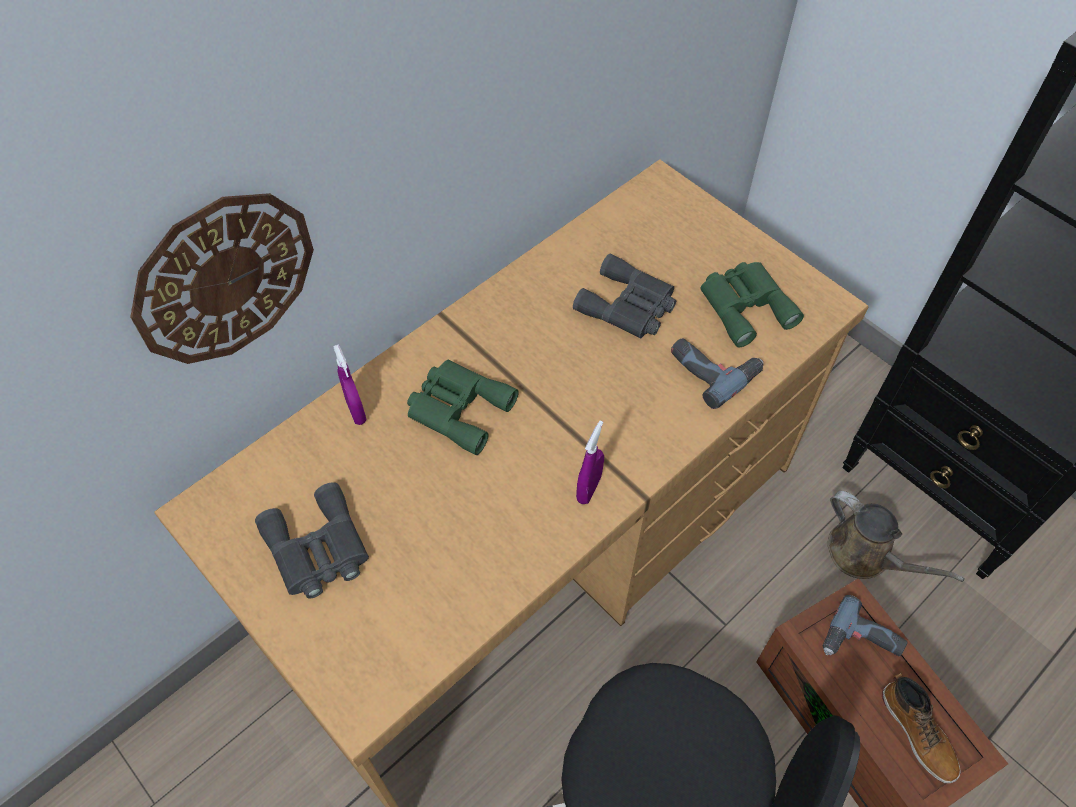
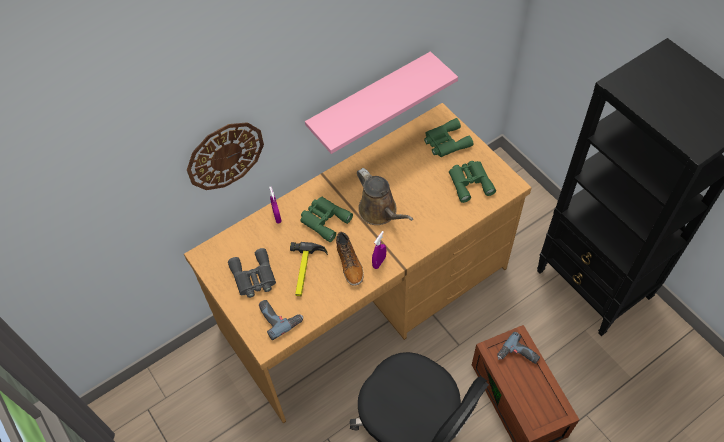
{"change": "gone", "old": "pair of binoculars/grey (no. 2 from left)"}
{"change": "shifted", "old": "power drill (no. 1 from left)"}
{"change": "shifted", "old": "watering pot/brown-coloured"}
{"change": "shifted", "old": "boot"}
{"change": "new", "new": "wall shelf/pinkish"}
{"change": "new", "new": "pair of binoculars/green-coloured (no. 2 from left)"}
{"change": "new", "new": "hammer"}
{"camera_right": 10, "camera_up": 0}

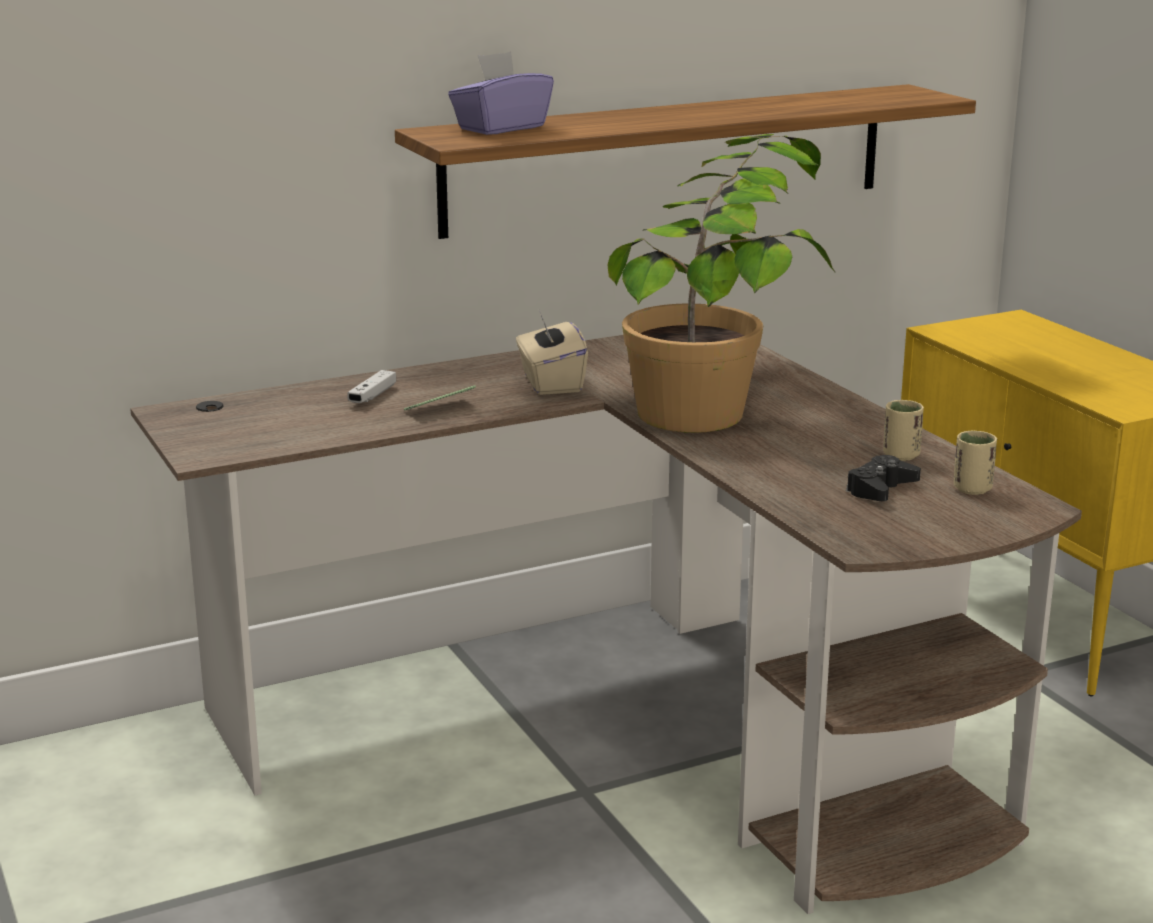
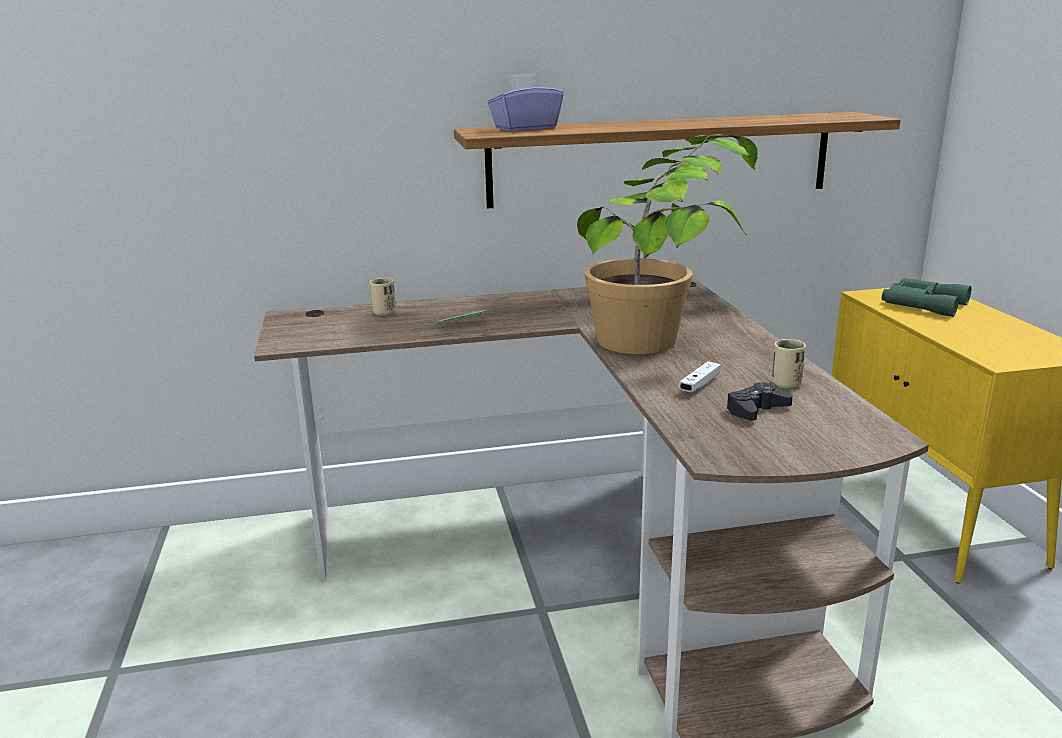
{"change": "gone", "old": "box of tissues/beige"}
{"change": "shifted", "old": "game controller/white"}
{"change": "shifted", "old": "small cup/beige (no. 2 from left in the first image)", "new": "small cup/beige (no. 1 from left)"}
{"change": "new", "new": "pair of binoculars/green-coloured"}
{"camera_right": 15, "camera_up": 0}

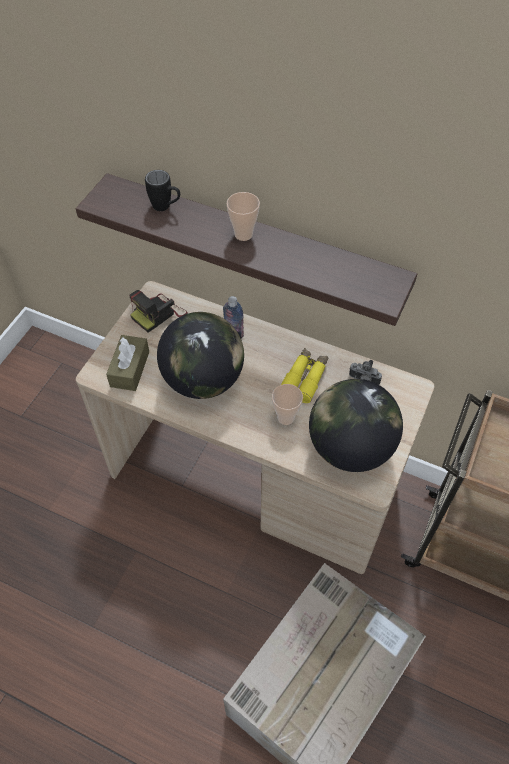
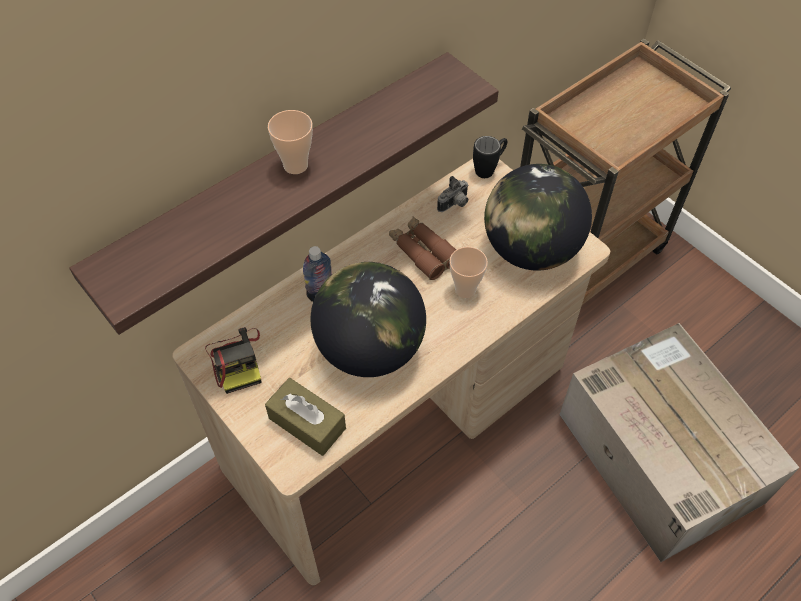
{"change": "shifted", "old": "coffee mug/blackish"}
{"change": "repainted", "old": "pair of binoculars/yellowish", "new": "pair of binoculars/brown-coloured"}
{"camera_right": -65, "camera_up": 0}

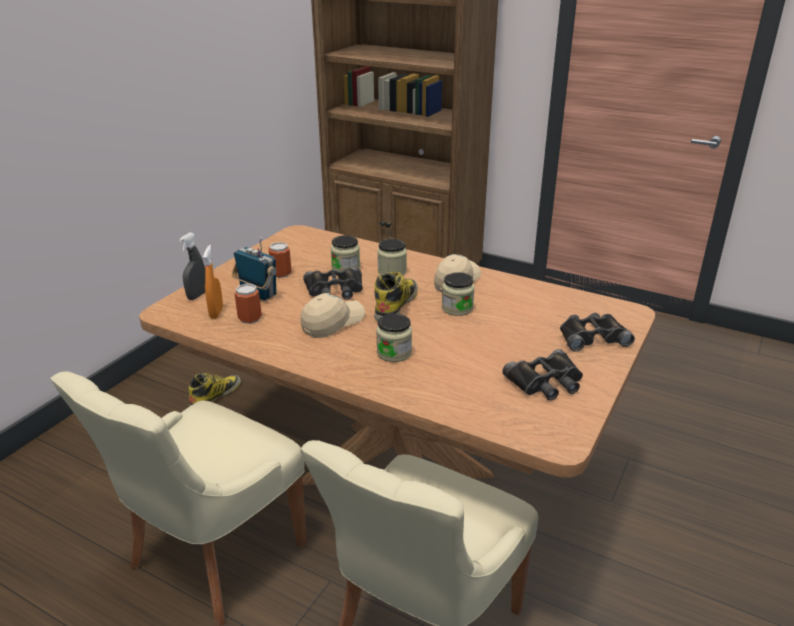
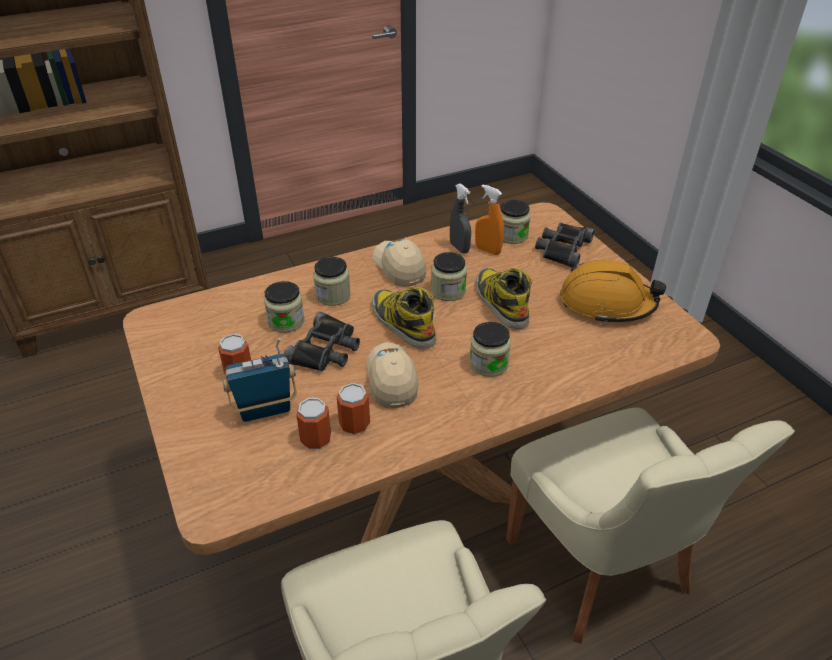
{"change": "shifted", "old": "sprayer/grey"}
{"change": "shifted", "old": "sprayer/orangey"}
{"change": "swapped", "old": "pair of binoculars/blackish (no. 2 from left)", "new": "work helmet/orangey"}
{"change": "shifted", "old": "boot (no. 1 from left in the first image)", "new": "boot (no. 2 from left)"}
{"change": "new", "new": "preserve jar (no. 5 from left)"}
{"change": "new", "new": "metal can (no. 3 from left)"}
{"camera_right": -55, "camera_up": 10}

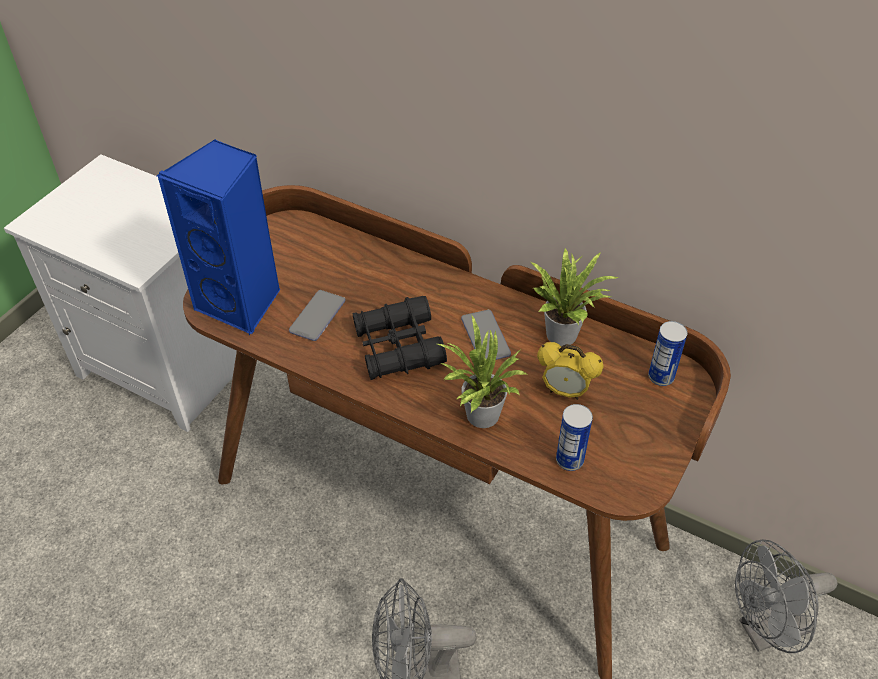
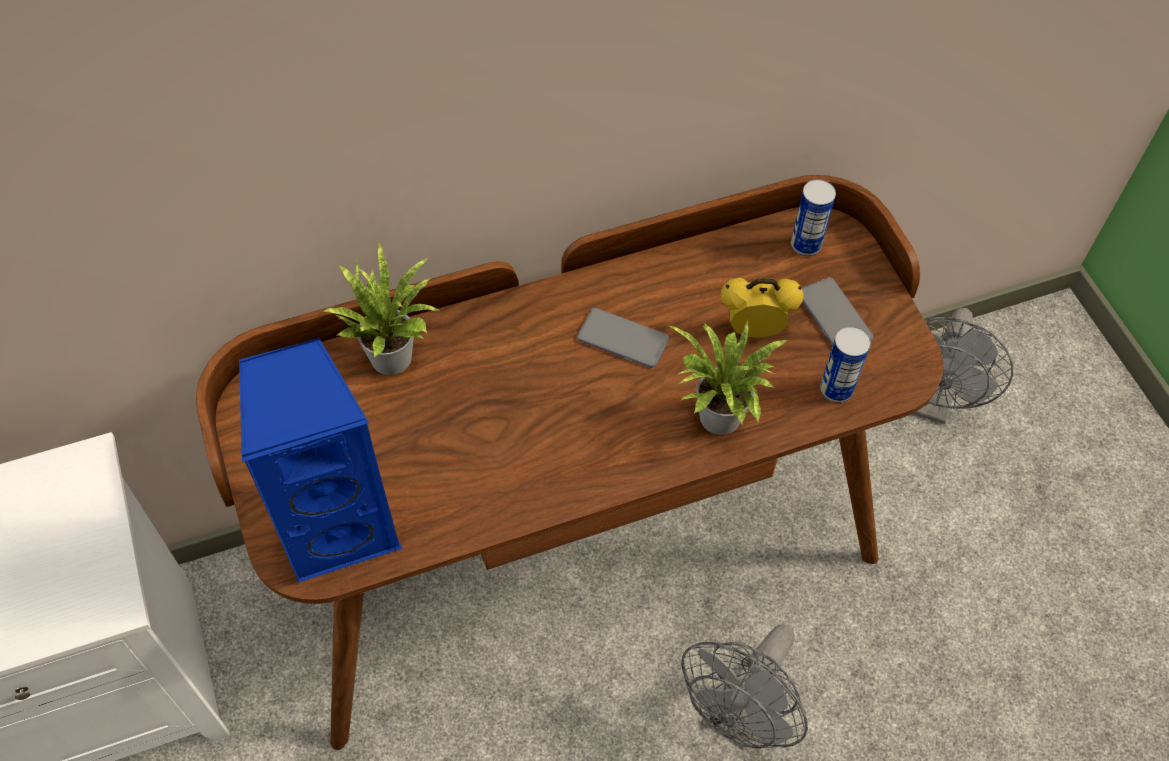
{"change": "shifted", "old": "houseplant (no. 2 from left in the first image)", "new": "houseplant (no. 1 from left)"}
{"change": "shifted", "old": "telephone (no. 1 from left in the first image)", "new": "telephone (no. 2 from left)"}
{"change": "gone", "old": "pair of binoculars/blackish"}
{"change": "rotated", "old": "table clock", "degrees": -150}
{"camera_right": -50, "camera_up": 10}

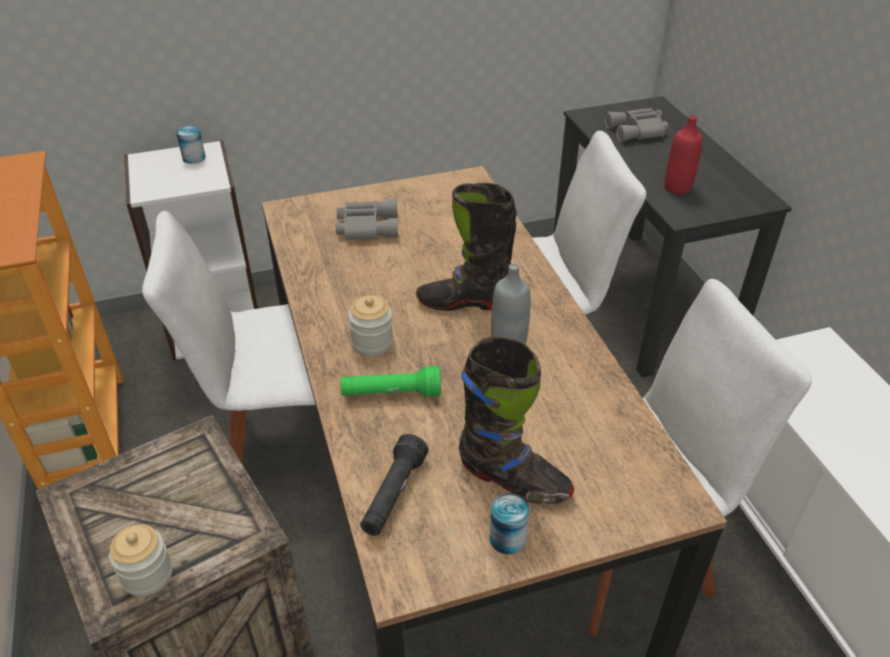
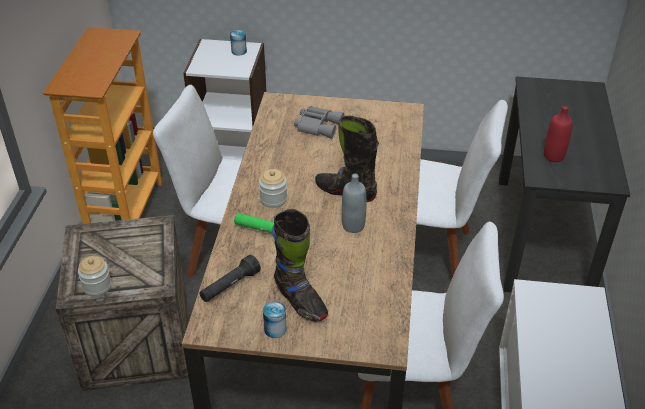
{"change": "gone", "old": "pair of binoculars/grey (no. 2 from left)"}
{"camera_right": 25, "camera_up": 0}

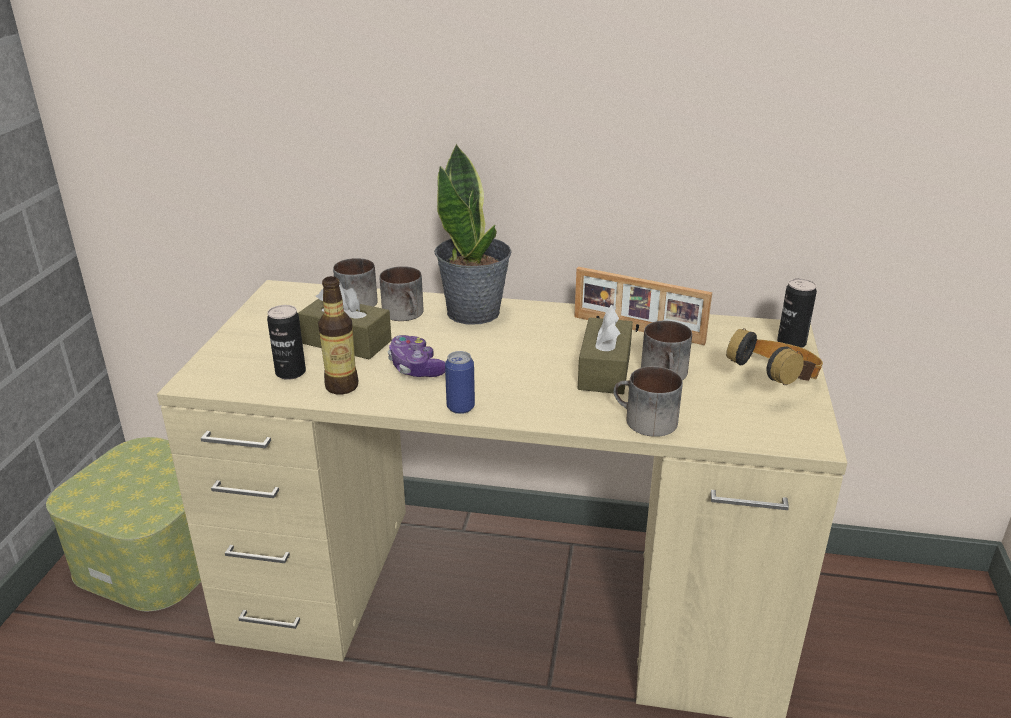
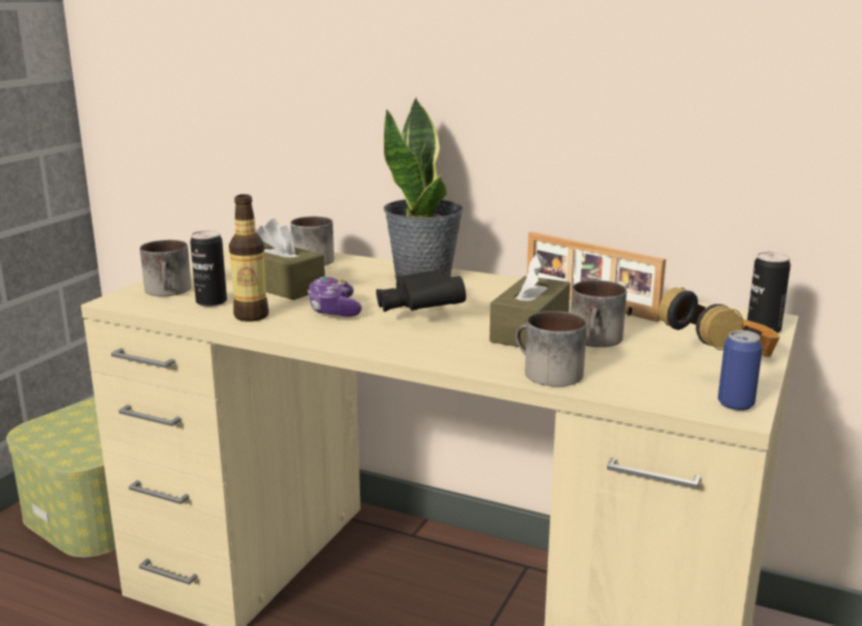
{"change": "shifted", "old": "coffee mug (no. 2 from left in the first image)", "new": "coffee mug (no. 1 from left)"}
{"change": "shifted", "old": "metal can (no. 2 from left)"}
{"change": "new", "new": "pair of binoculars/blackish"}
{"camera_right": 15, "camera_up": -10}

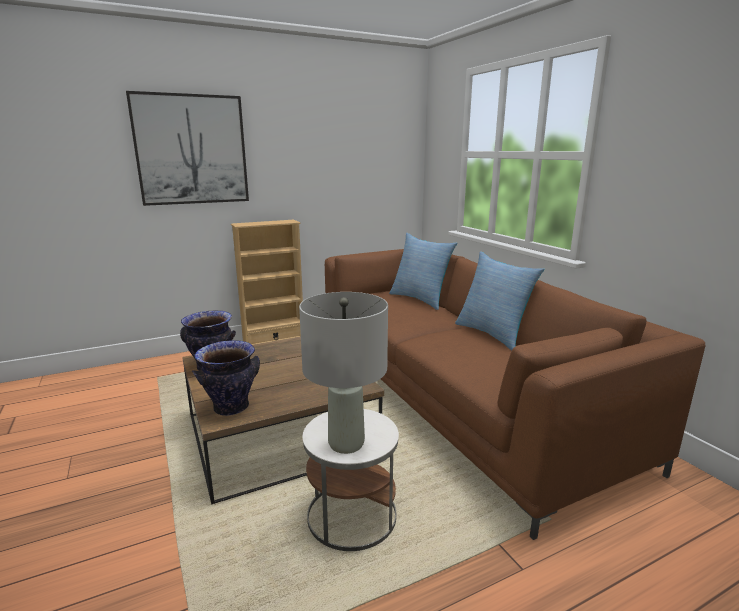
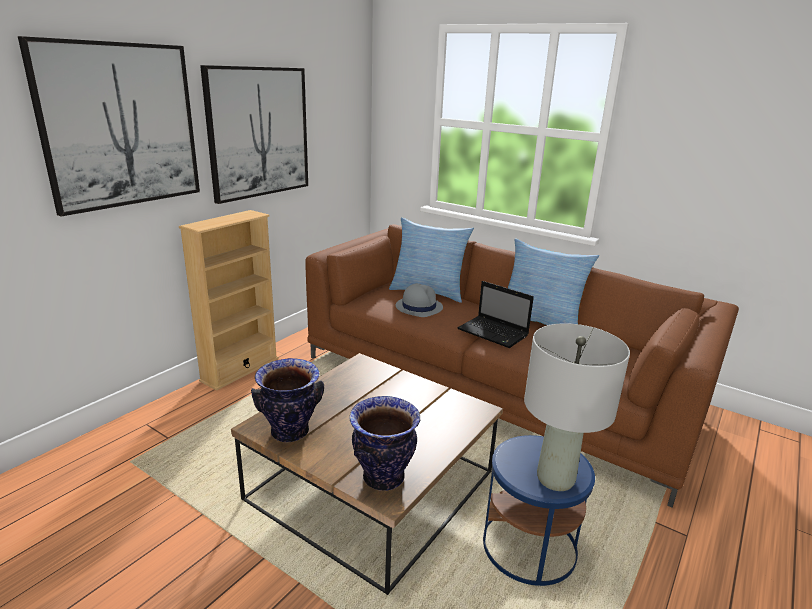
{"change": "repainted", "old": "end table/white", "new": "end table/blue"}
{"change": "new", "new": "wall picture (no. 2 from left)"}
{"change": "new", "new": "laptop"}
{"change": "new", "new": "clothing hat/grey"}
{"camera_right": -30, "camera_up": 5}

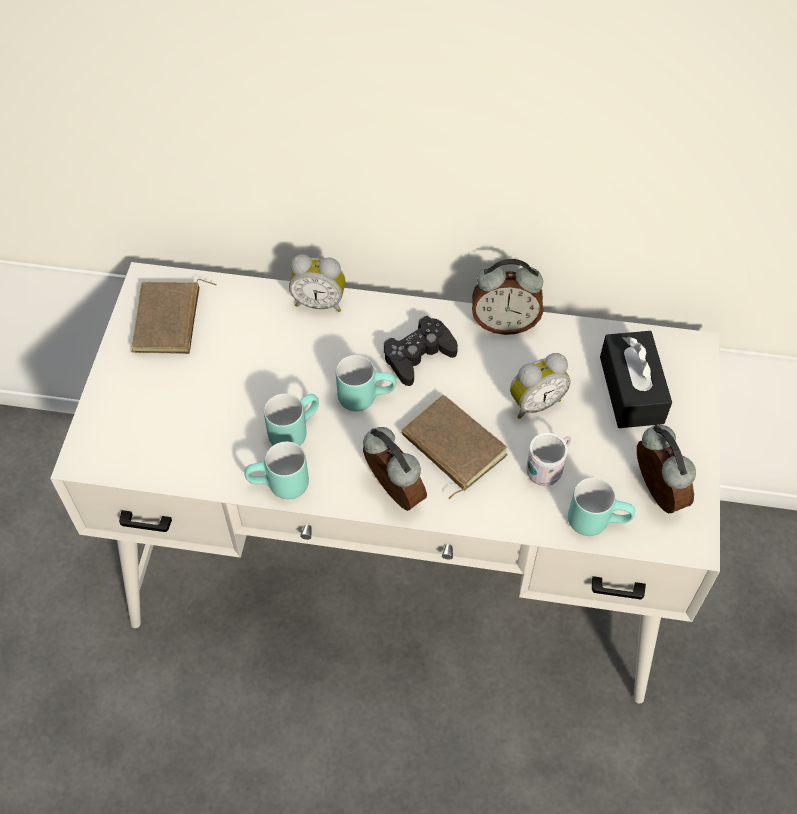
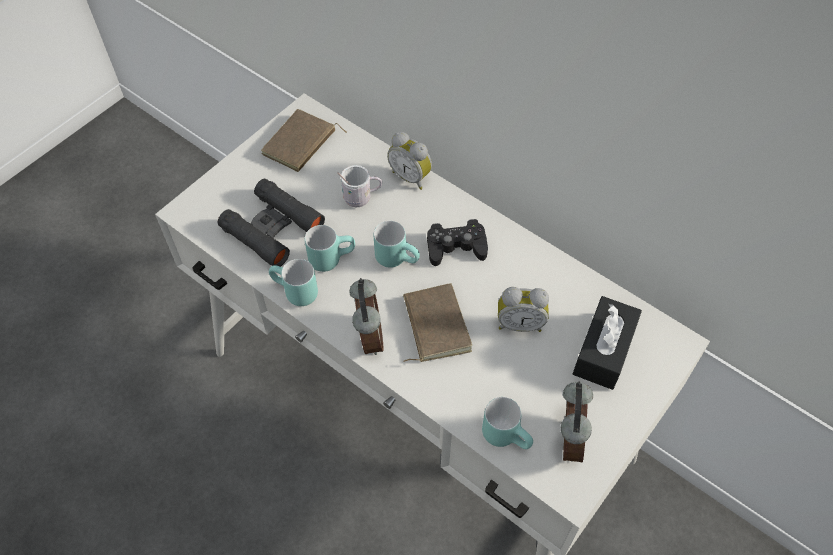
{"change": "gone", "old": "table clock (no. 3 from left)"}
{"change": "shifted", "old": "coffee mug/white"}
{"change": "new", "new": "pair of binoculars/blackish"}
{"camera_right": 30, "camera_up": 0}

